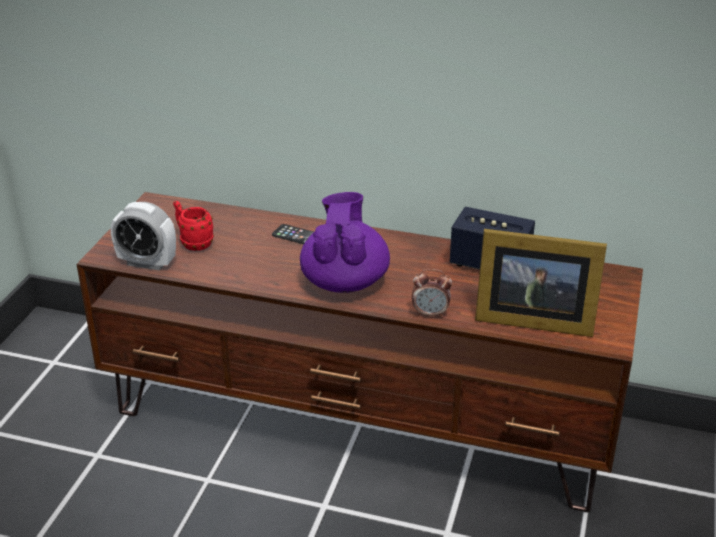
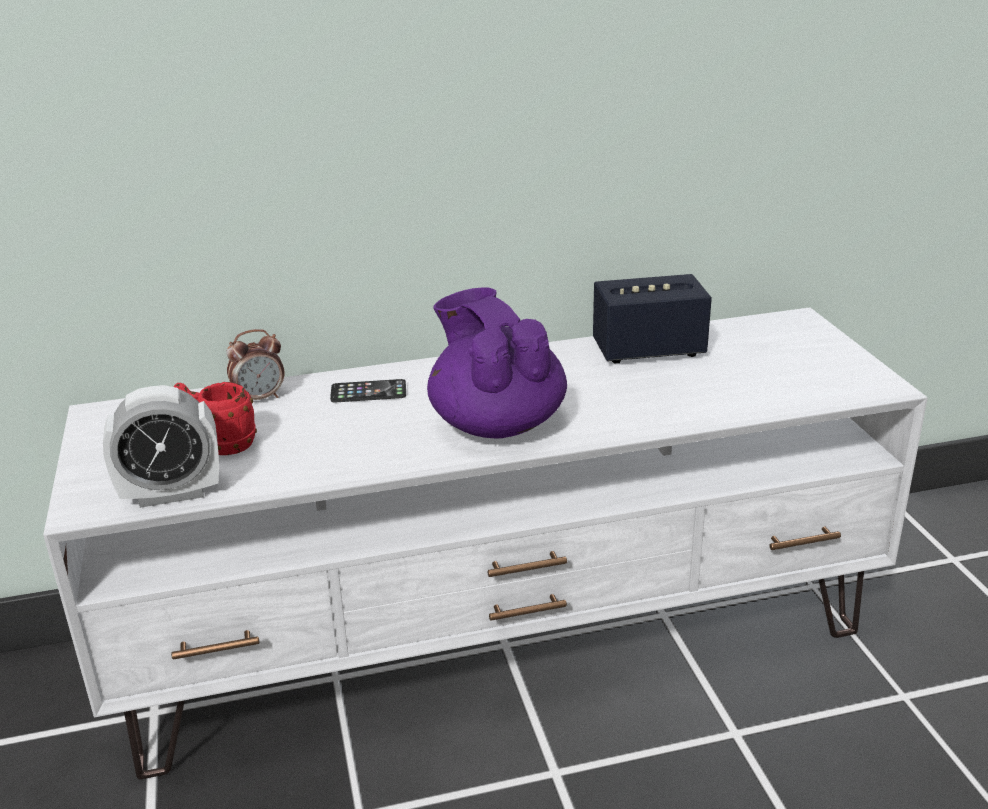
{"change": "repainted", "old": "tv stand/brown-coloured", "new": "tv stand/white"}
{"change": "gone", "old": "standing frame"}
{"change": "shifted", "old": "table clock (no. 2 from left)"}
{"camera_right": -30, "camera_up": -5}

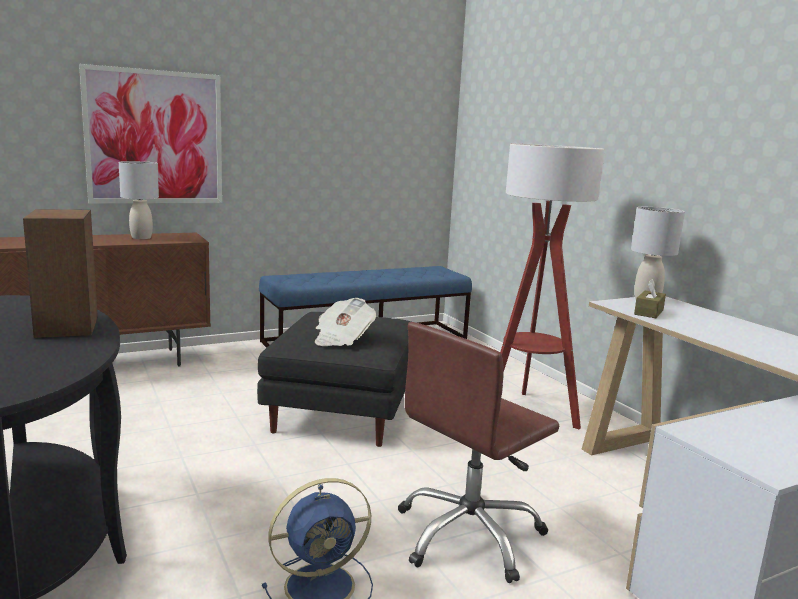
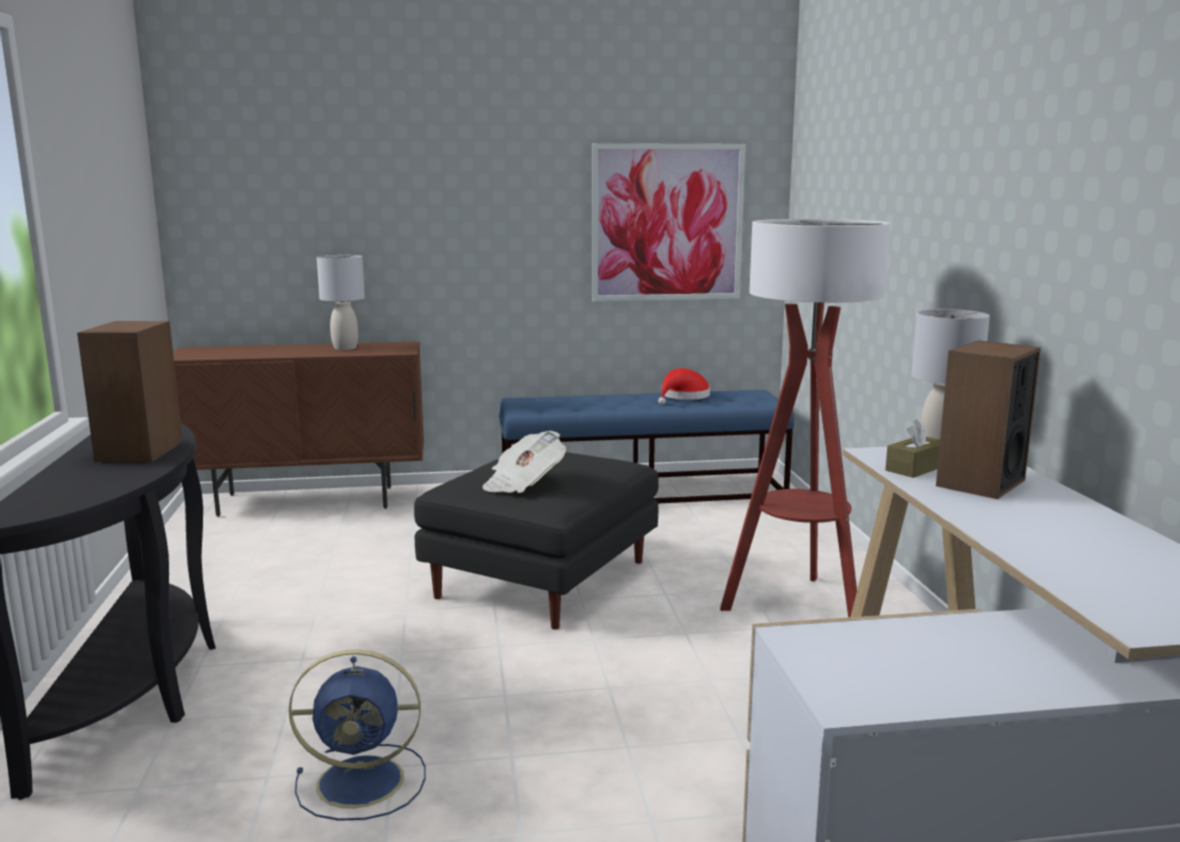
{"change": "shifted", "old": "wall picture"}
{"change": "gone", "old": "desk chair/brown-coloured"}
{"change": "new", "new": "speaker (no. 2 from left)"}
{"change": "new", "new": "clothing hat/reddish"}
{"camera_right": 20, "camera_up": 0}

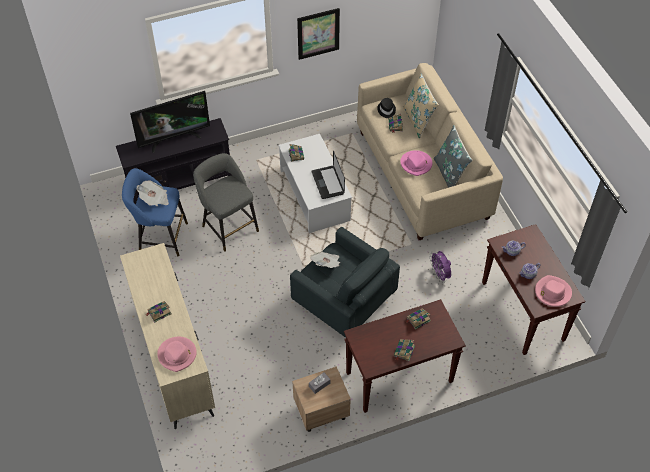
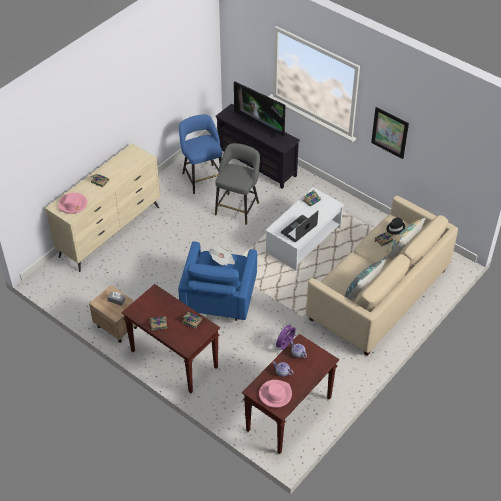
{"change": "gone", "old": "clothing hat/pinkish (no. 2 from left)"}
{"change": "gone", "old": "printed paper (no. 1 from left)"}
{"change": "repainted", "old": "easy chair/grey", "new": "easy chair/blue"}
{"camera_right": 60, "camera_up": -5}

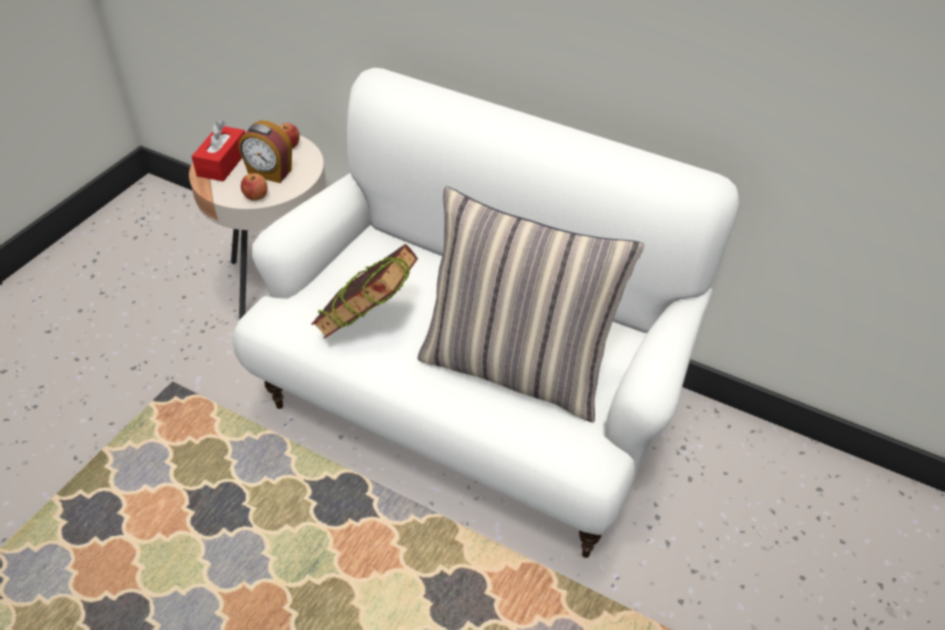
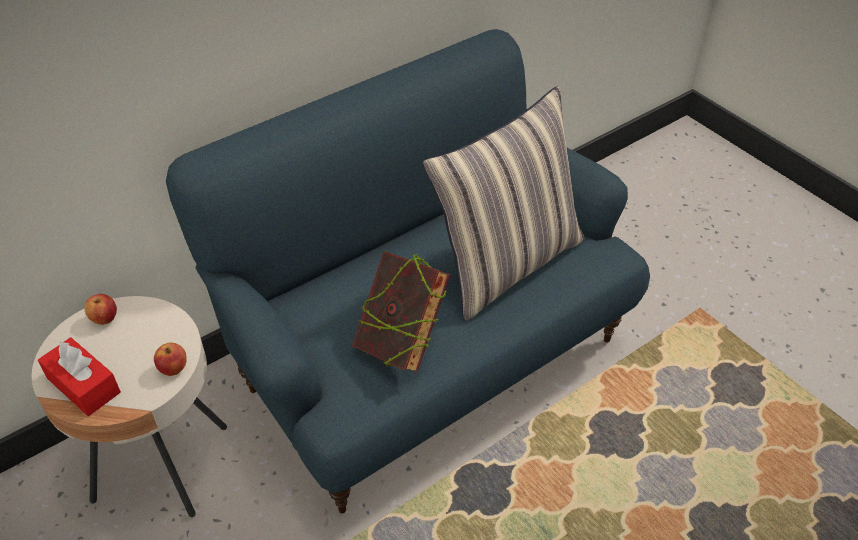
{"change": "repainted", "old": "couch/white", "new": "couch/blue"}
{"change": "gone", "old": "table clock"}
{"camera_right": -65, "camera_up": 0}

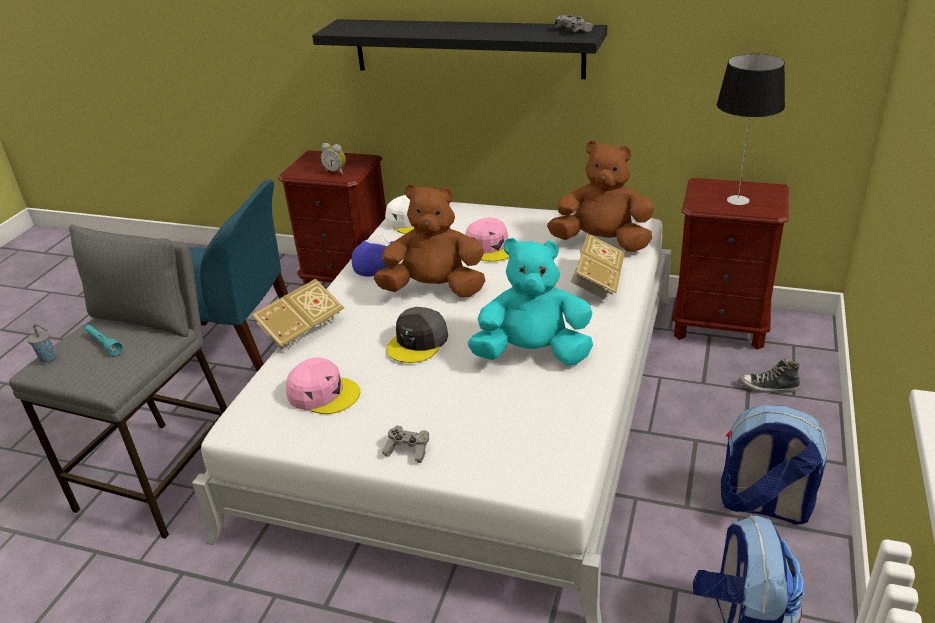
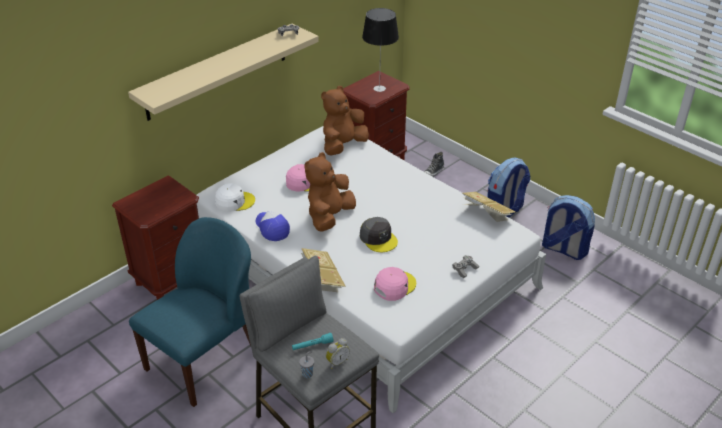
{"change": "repainted", "old": "wall shelf/blackish", "new": "wall shelf/beige"}
{"change": "shifted", "old": "table clock"}
{"change": "shifted", "old": "book (no. 2 from left)"}
{"change": "gone", "old": "cuddly toy/blue-green"}
{"camera_right": -65, "camera_up": 5}

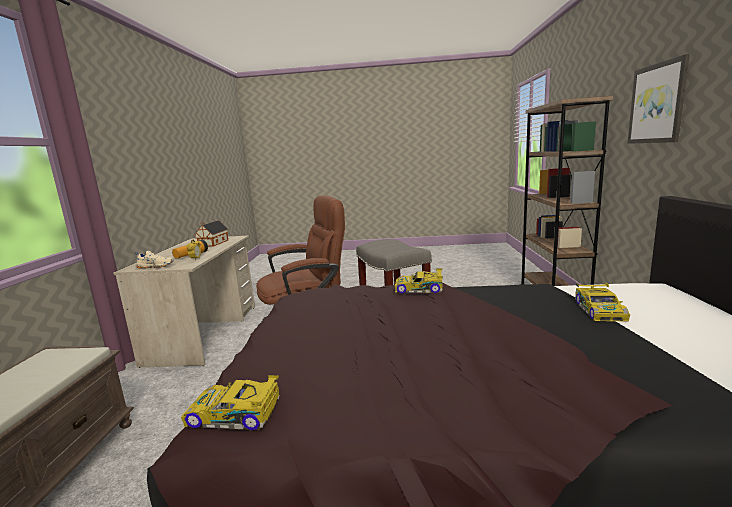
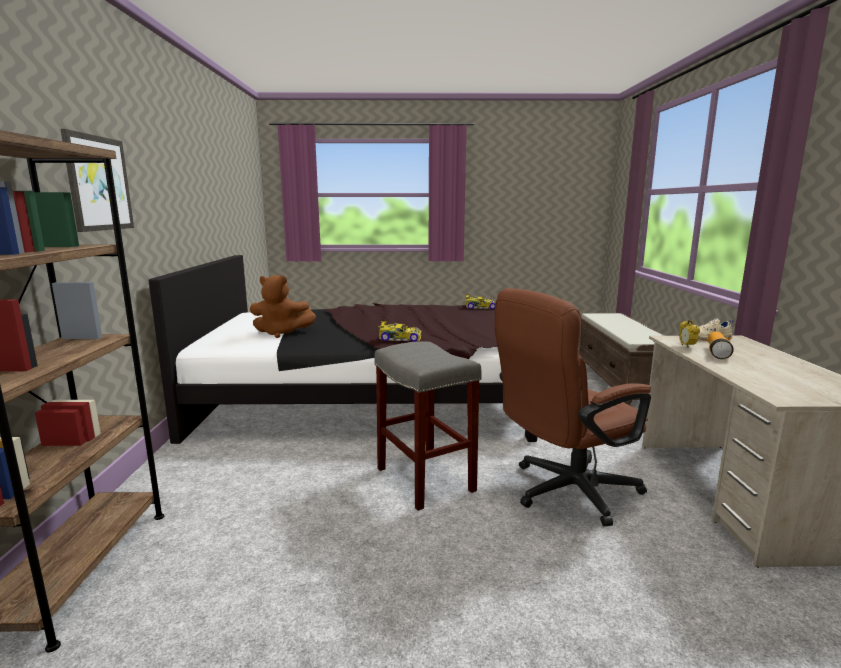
{"change": "gone", "old": "toy house"}
{"change": "swapped", "old": "miniature car (no. 3 from left)", "new": "cuddly toy/brown-coloured"}
{"camera_right": 175, "camera_up": 0}

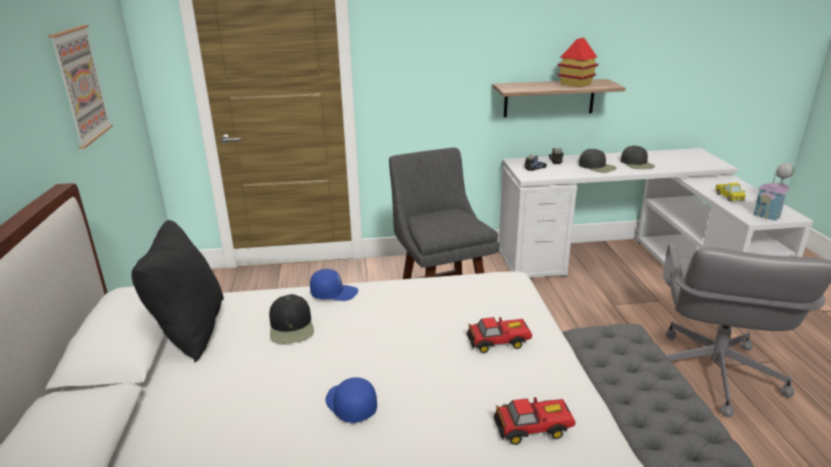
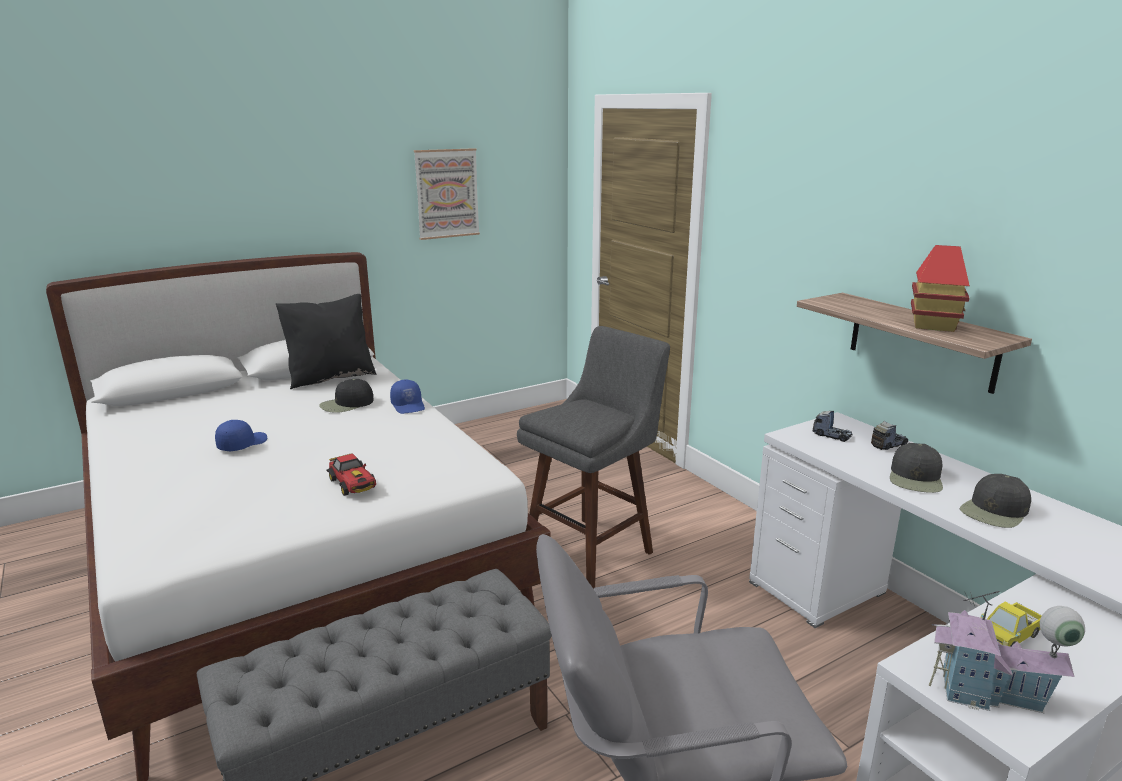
{"change": "gone", "old": "miniature car (no. 2 from left)"}
{"camera_right": 65, "camera_up": -5}

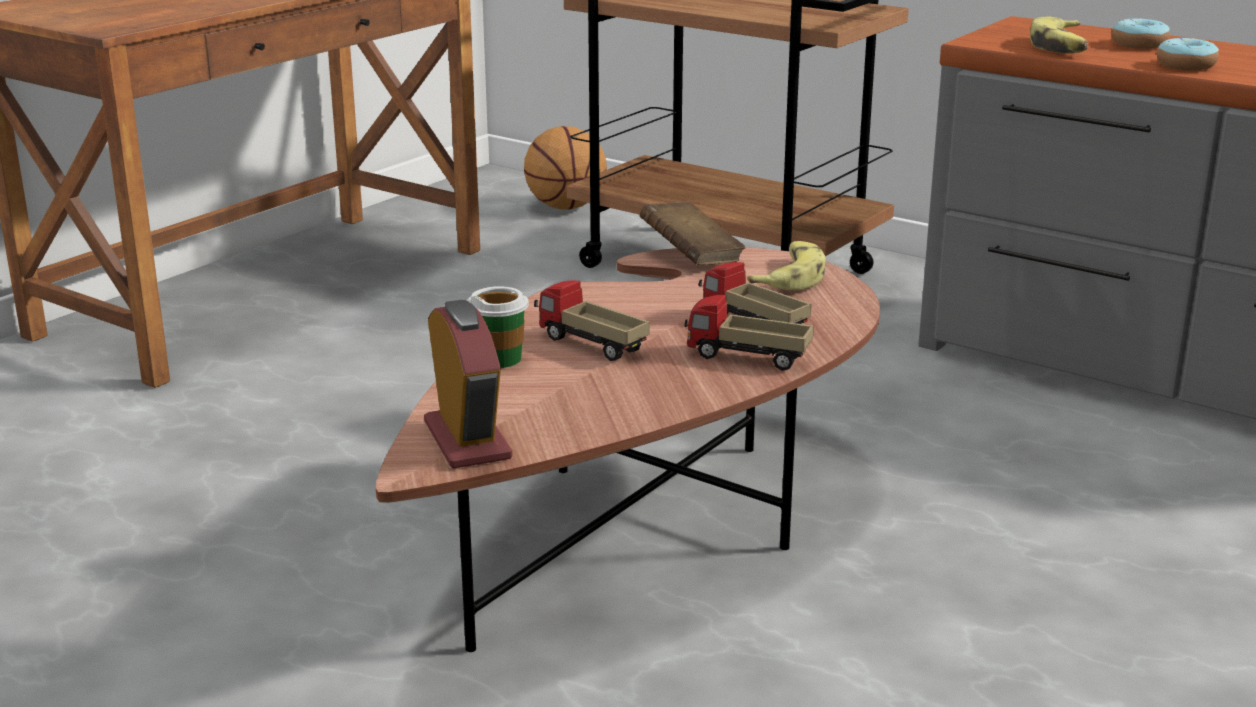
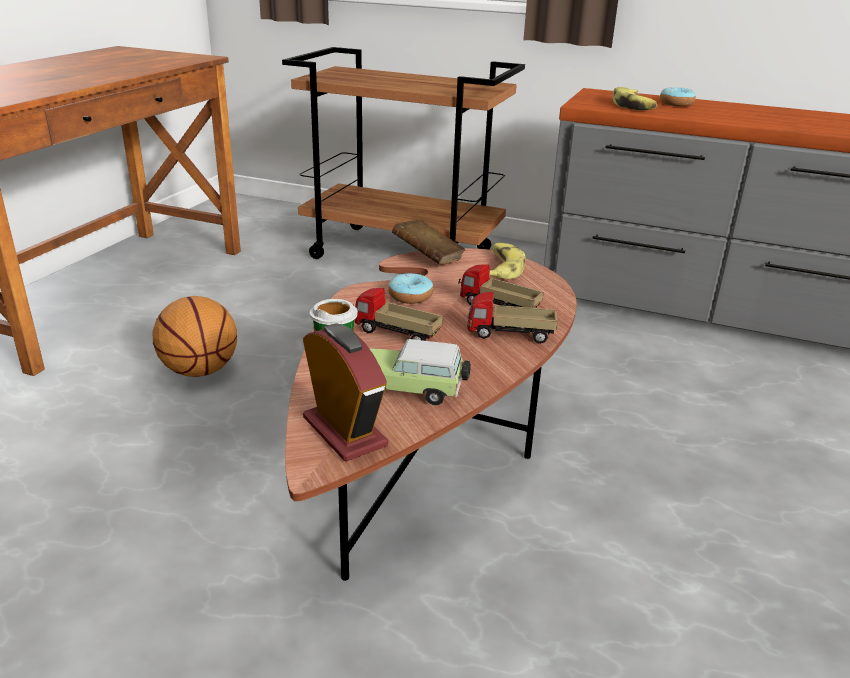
{"change": "shifted", "old": "ring doughnut (no. 2 from left in the first image)", "new": "ring doughnut (no. 1 from left)"}
{"change": "shifted", "old": "ball for basketball"}
{"change": "new", "new": "miniature car"}
{"camera_right": -15, "camera_up": 5}

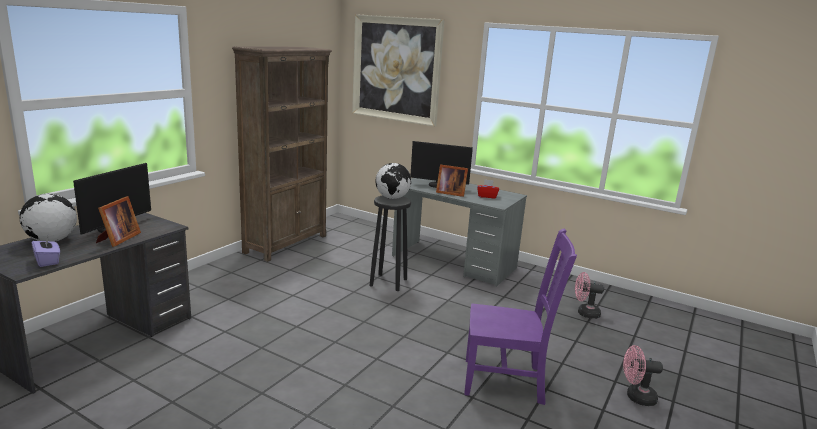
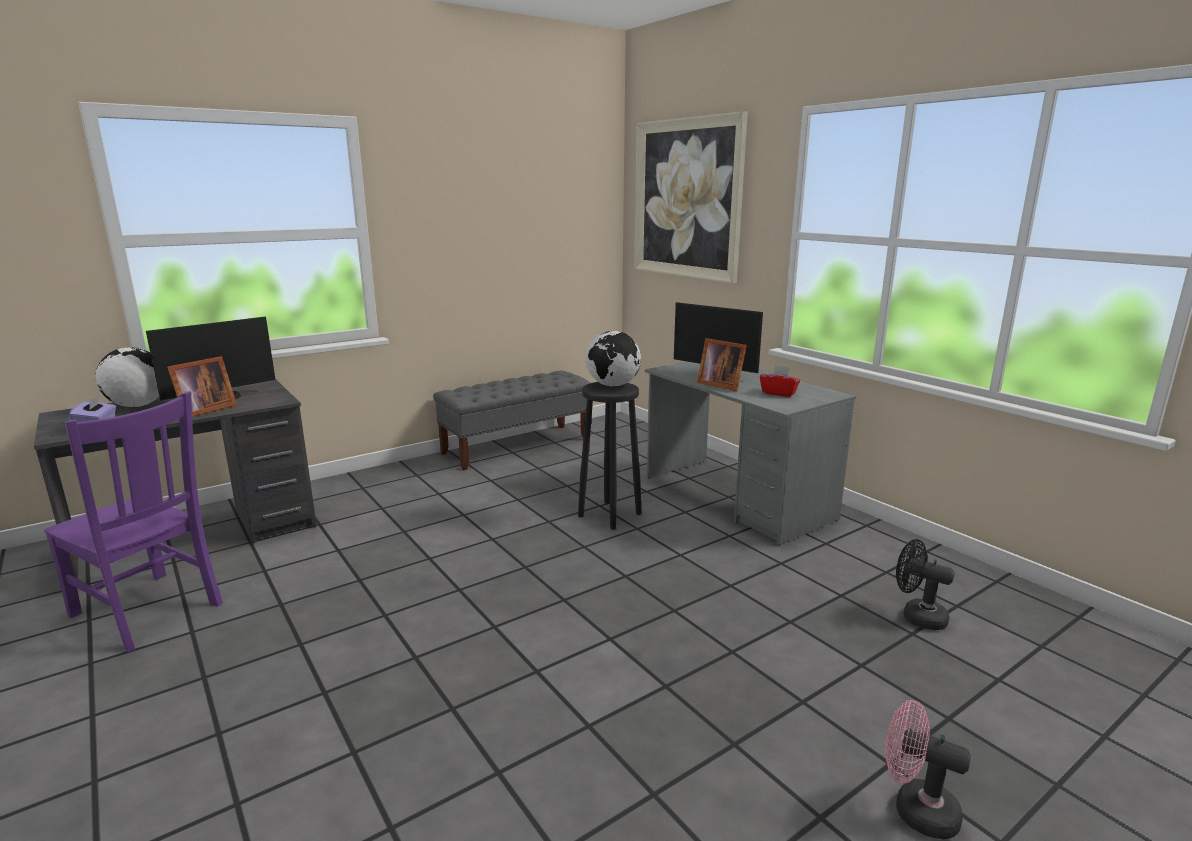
{"change": "swapped", "old": "shelving unit/brown-coloured", "new": "indoor bench/grey"}
{"change": "shifted", "old": "upright chair/purple-coloured"}
{"change": "repainted", "old": "fan/pinkish (no. 1 from left)", "new": "fan/blackish"}
{"camera_right": 25, "camera_up": 0}

